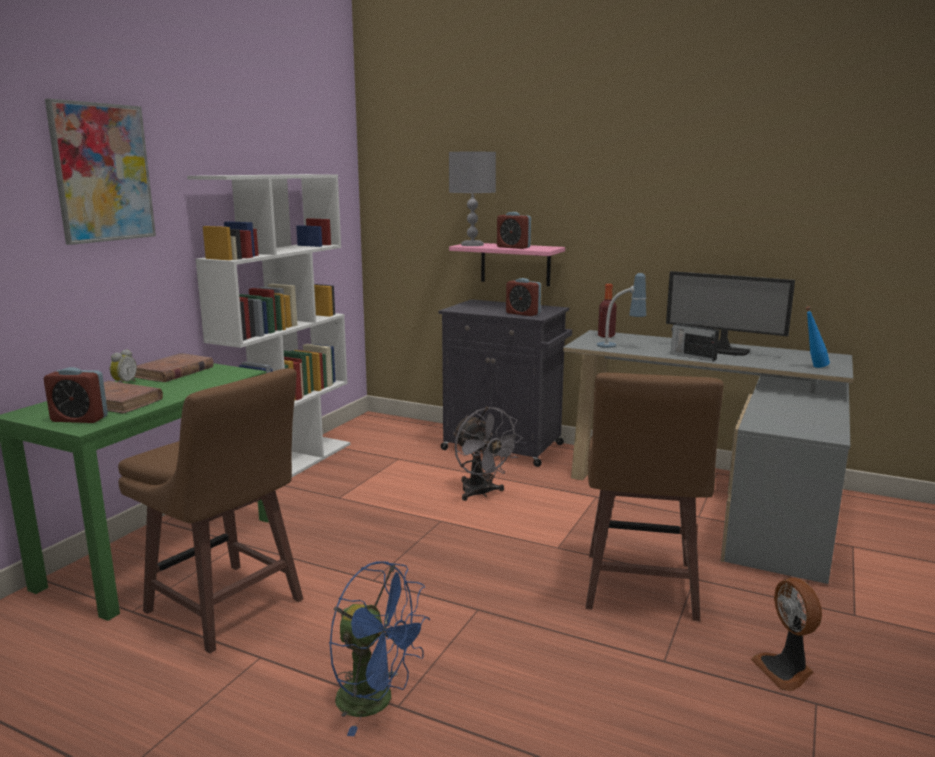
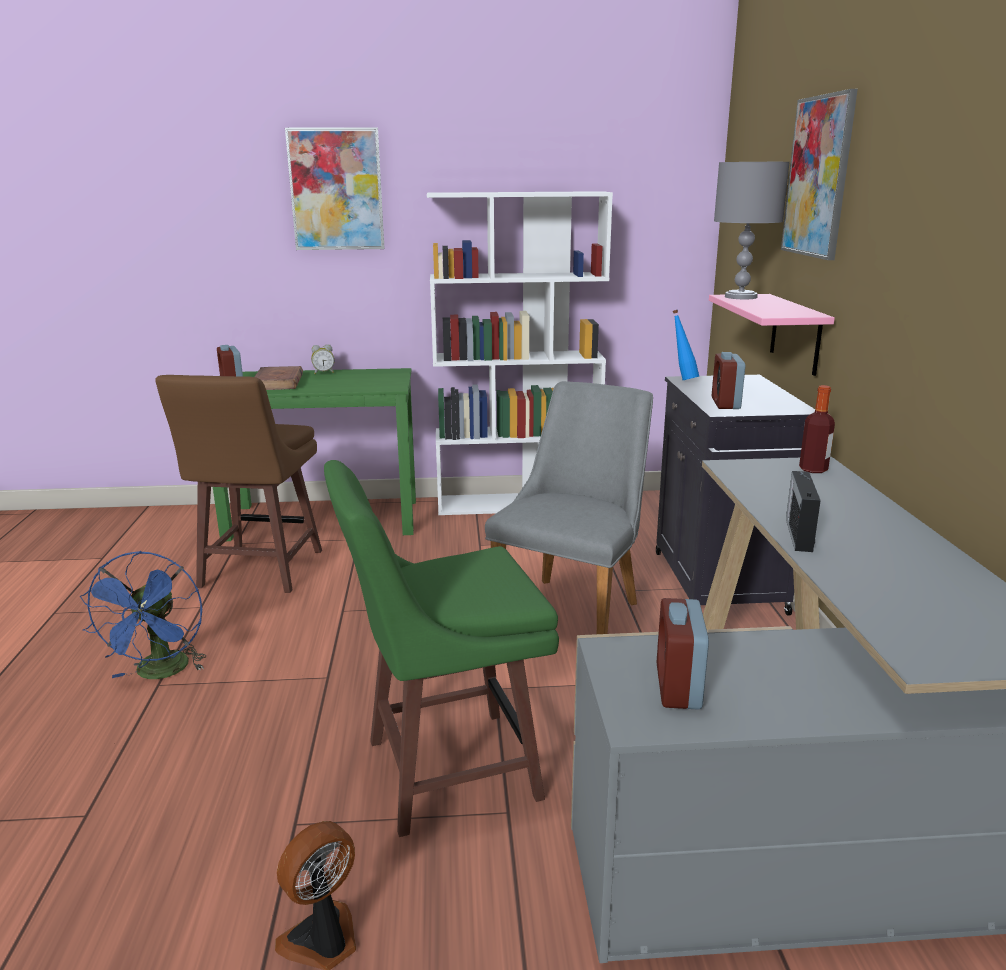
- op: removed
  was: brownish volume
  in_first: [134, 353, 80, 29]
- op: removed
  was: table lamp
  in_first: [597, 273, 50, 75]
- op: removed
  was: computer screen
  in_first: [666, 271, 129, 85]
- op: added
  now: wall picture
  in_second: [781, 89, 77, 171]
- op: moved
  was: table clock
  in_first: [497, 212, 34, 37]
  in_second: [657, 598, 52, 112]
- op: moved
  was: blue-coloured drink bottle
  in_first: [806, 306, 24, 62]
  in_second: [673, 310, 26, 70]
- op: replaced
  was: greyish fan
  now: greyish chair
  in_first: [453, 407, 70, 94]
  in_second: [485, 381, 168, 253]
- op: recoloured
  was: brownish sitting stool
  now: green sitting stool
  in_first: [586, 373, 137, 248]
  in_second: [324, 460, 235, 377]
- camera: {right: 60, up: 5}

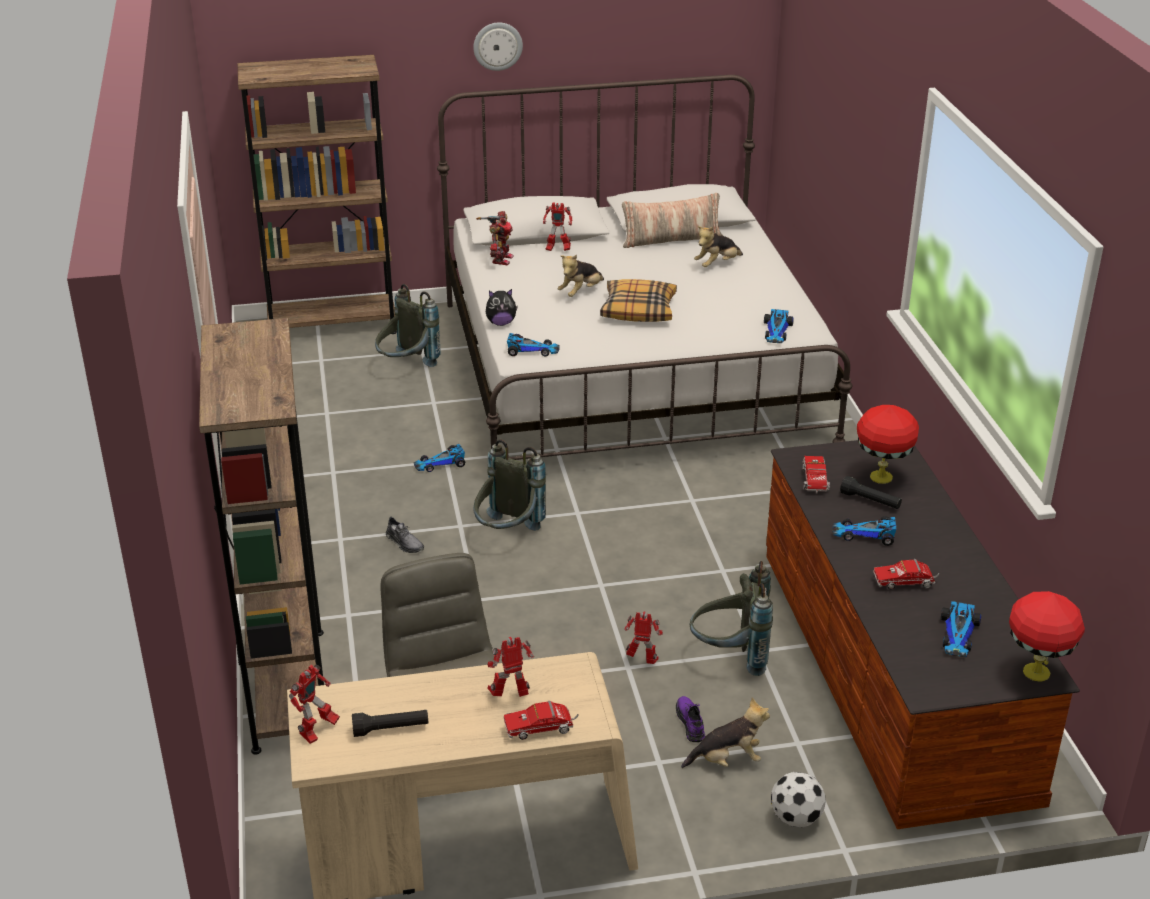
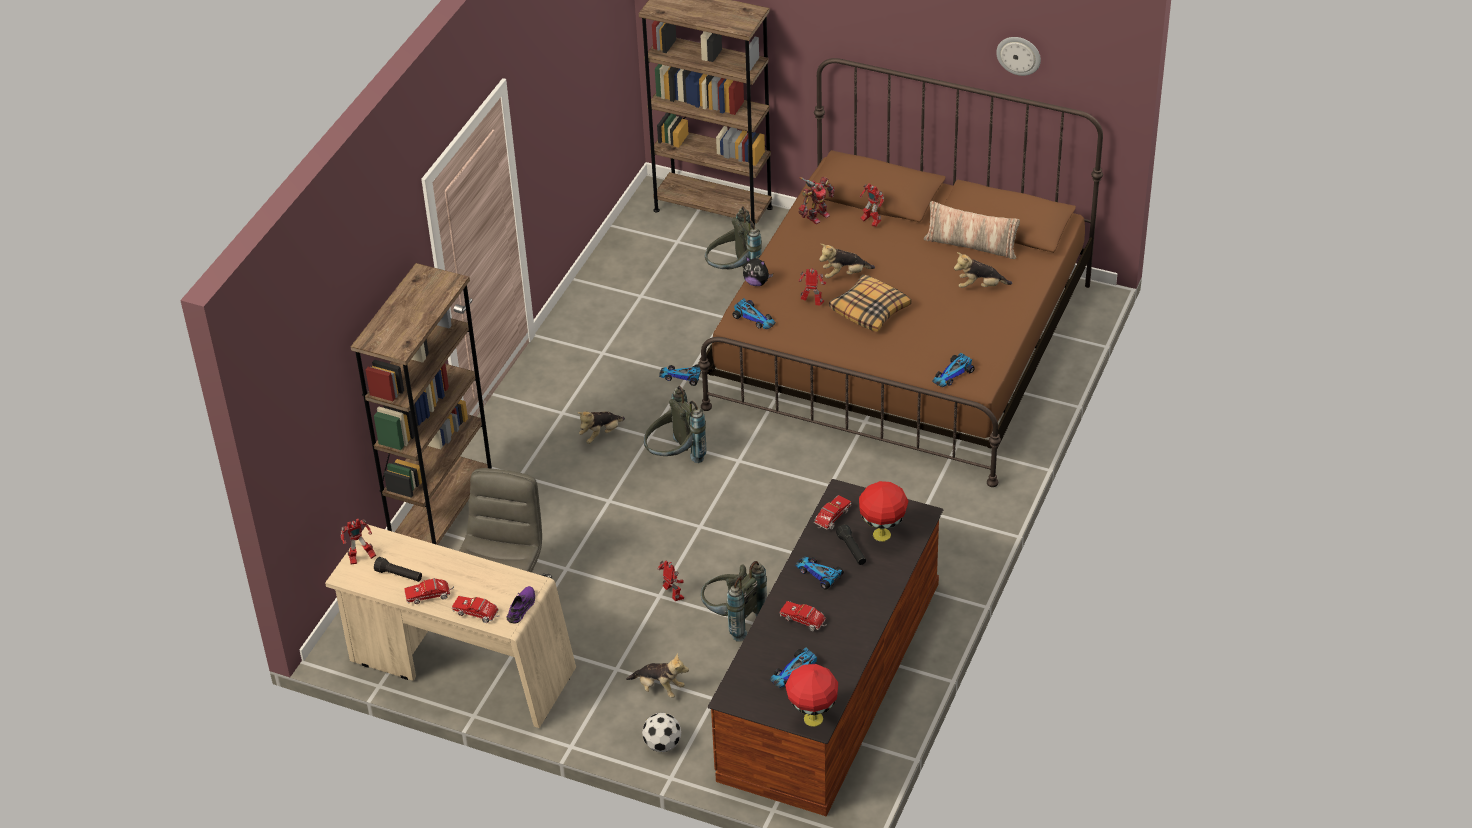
- op: added
  now: model truck
  in_second: [404, 578, 50, 26]
- op: moved
  was: hanging clock
  in_first: [473, 22, 50, 49]
  in_second: [996, 37, 45, 39]
- op: moved
  was: robot figure
  in_first: [487, 637, 47, 60]
  in_second: [799, 268, 27, 38]
- op: moved
  was: purple item of footwear
  in_first: [676, 696, 29, 46]
  in_second: [506, 586, 29, 38]
- op: replaced
  was: greyish item of footwear
  now: soft toy
  in_first: [386, 516, 38, 37]
  in_second: [578, 411, 47, 33]
- op: recoloured
  was: white sleeping bed
  now: brownish sleeping bed
  in_first: [437, 75, 415, 385]
  in_second: [698, 58, 405, 429]
- camera: {right: 35, up: 10}

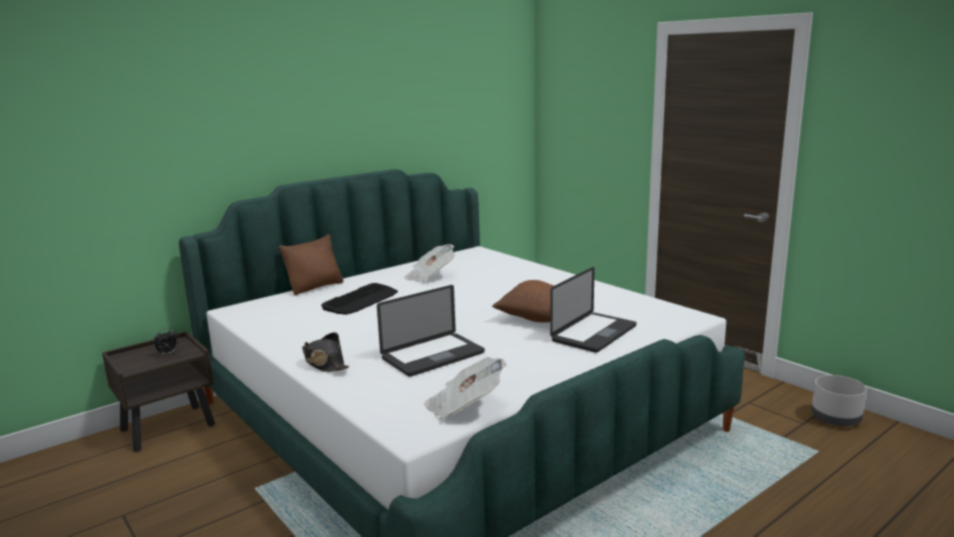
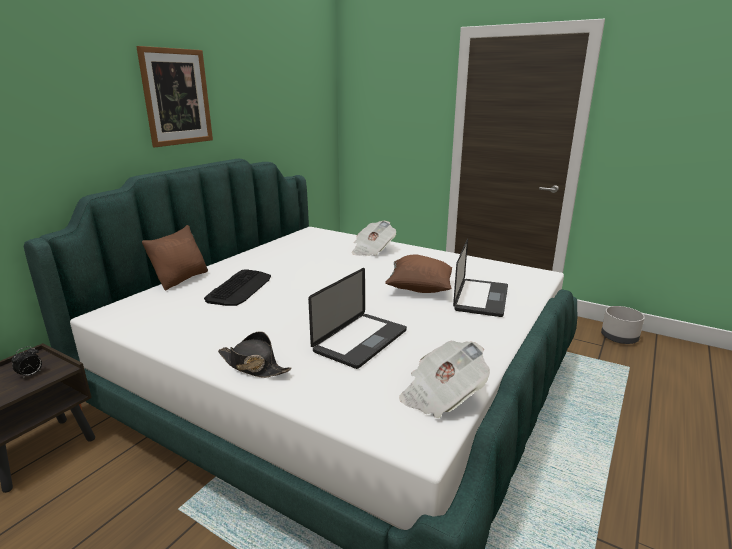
- op: added
  now: wall picture
  in_second: [136, 46, 77, 101]
- op: moved
  was: printed paper
  in_first: [404, 244, 51, 37]
  in_second: [352, 221, 44, 35]
- camera: {right: -20, up: 5}

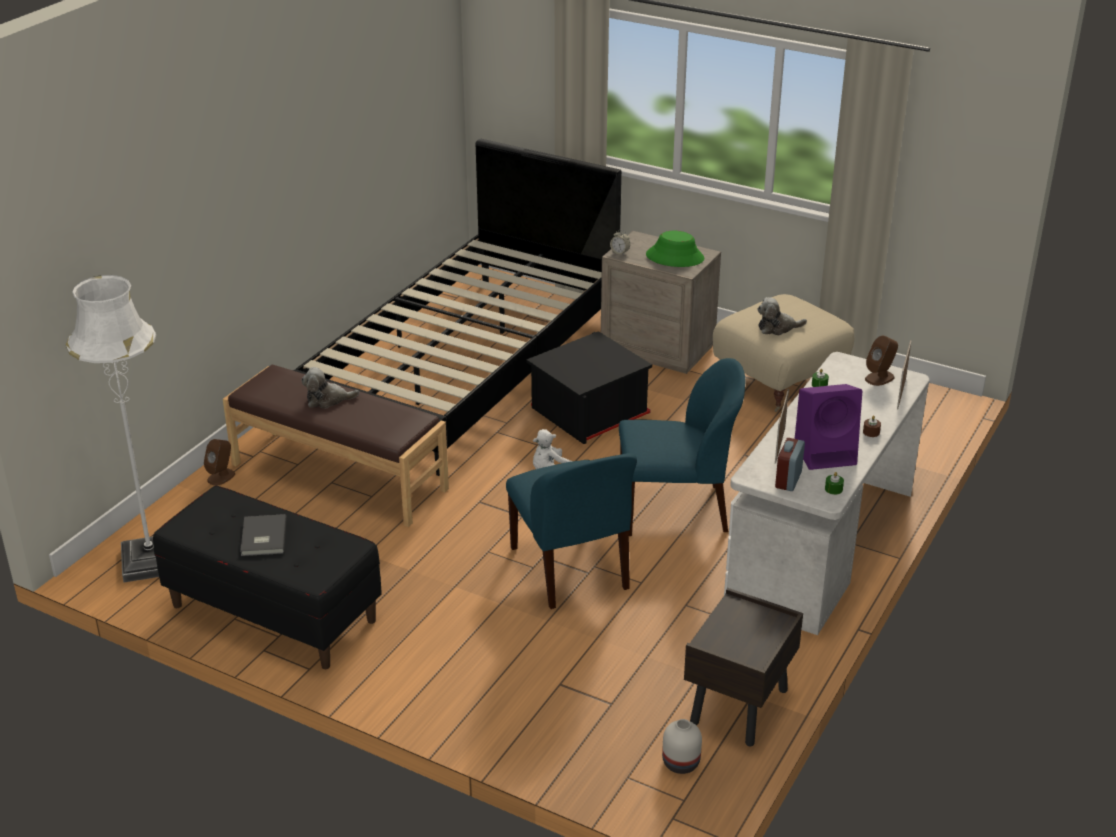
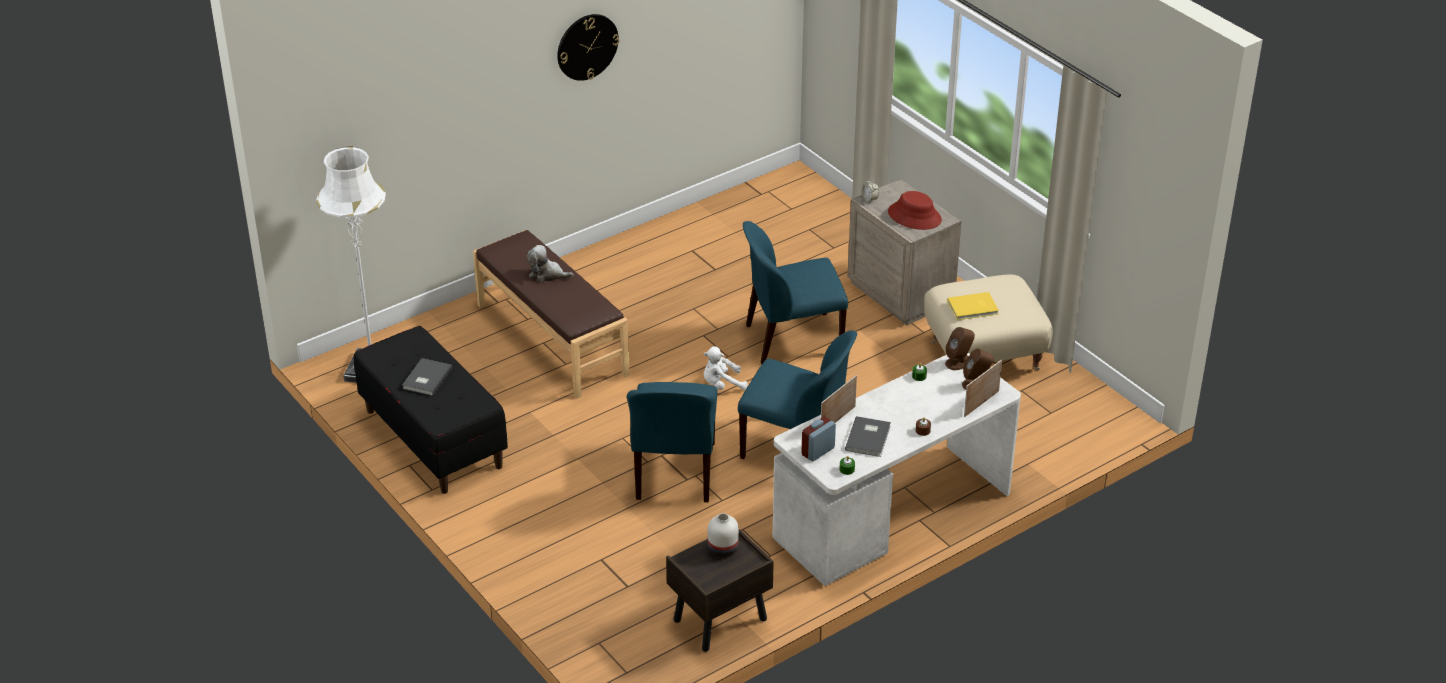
- op: removed
  was: black-coloured sleeping bed
  in_first: [293, 139, 329, 337]
- op: added
  now: hanging clock
  in_second: [557, 14, 62, 67]
- op: moved
  was: brownish audio speaker
  in_first: [204, 439, 31, 47]
  in_second: [945, 327, 30, 43]
- op: moved
  was: white vase
  in_first: [662, 719, 40, 55]
  in_second: [708, 513, 31, 44]
- op: replaced
  was: black-coloured storage bin
  now: blue-coloured chair
  in_first: [526, 331, 126, 113]
  in_second: [743, 221, 105, 144]
- op: replaced
  was: soft toy
  now: yellow volume
  in_first: [757, 297, 50, 38]
  in_second: [947, 292, 52, 28]
- op: replaced
  was: purple audio speaker
  now: greyish volume
  in_first: [795, 384, 67, 86]
  in_second: [845, 416, 46, 41]
- op: recoloured
  was: green clothing hat
  now: red-coloured clothing hat
  in_first: [646, 231, 58, 36]
  in_second: [888, 191, 54, 39]
- camera: {right: 25, up: 5}

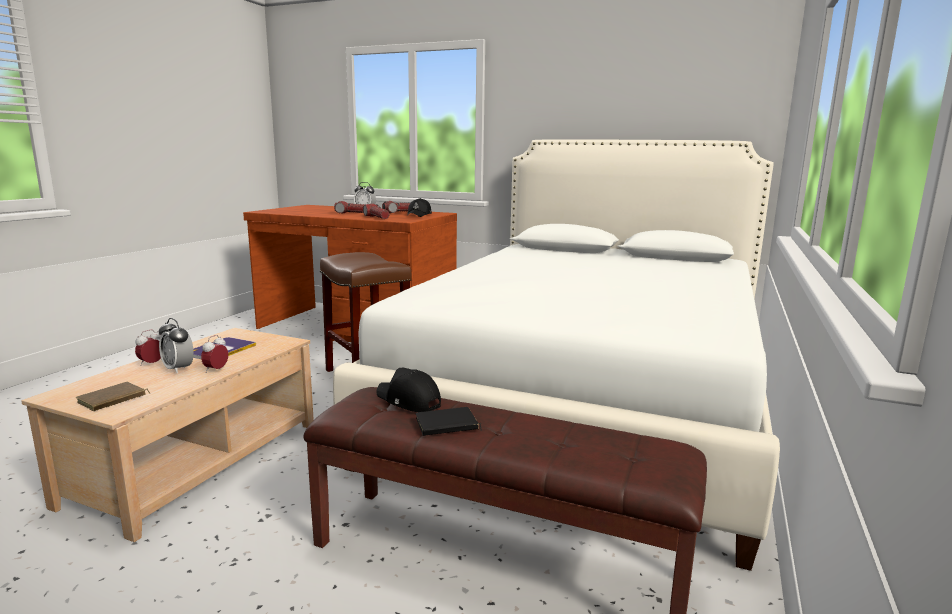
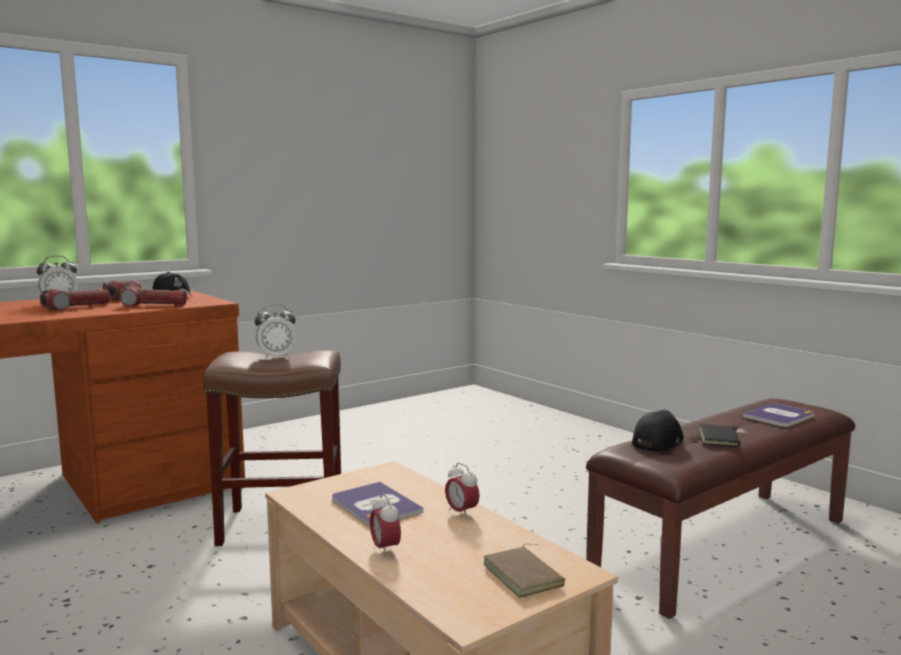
- op: removed
  was: white sleeping bed
  in_first: [333, 139, 447, 432]
- op: added
  now: volume
  in_second: [743, 403, 71, 24]
- op: moved
  was: table clock
  in_first: [159, 318, 35, 55]
  in_second: [255, 304, 41, 55]
- op: turned
  was: black-coloured peaked cap
  in_first: [377, 368, 64, 44]
  in_second: [632, 410, 52, 41]
  clockwise: 150
- camera: {right: -60, up: -5}

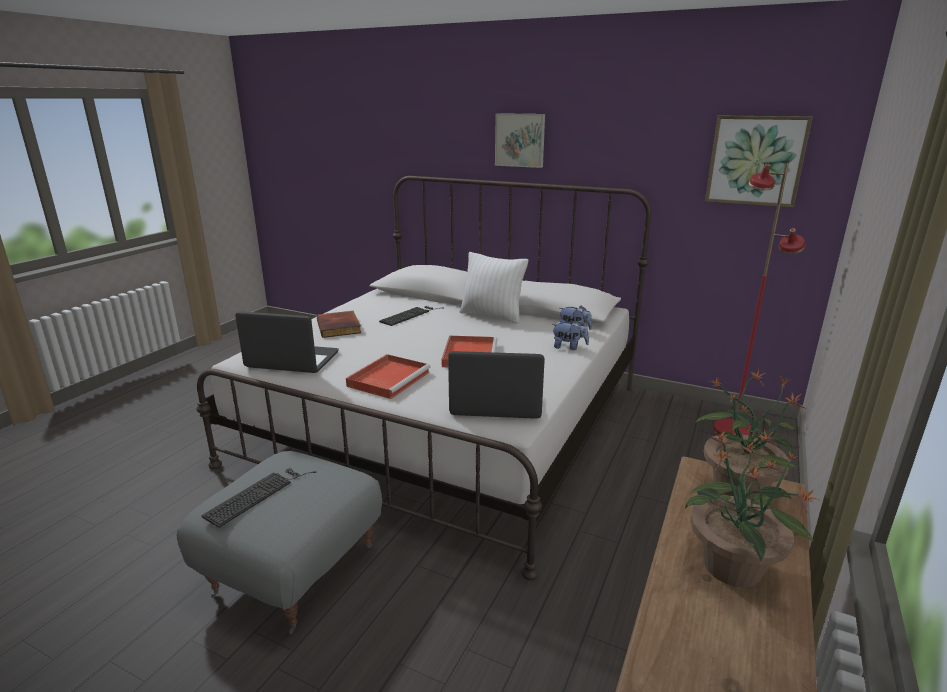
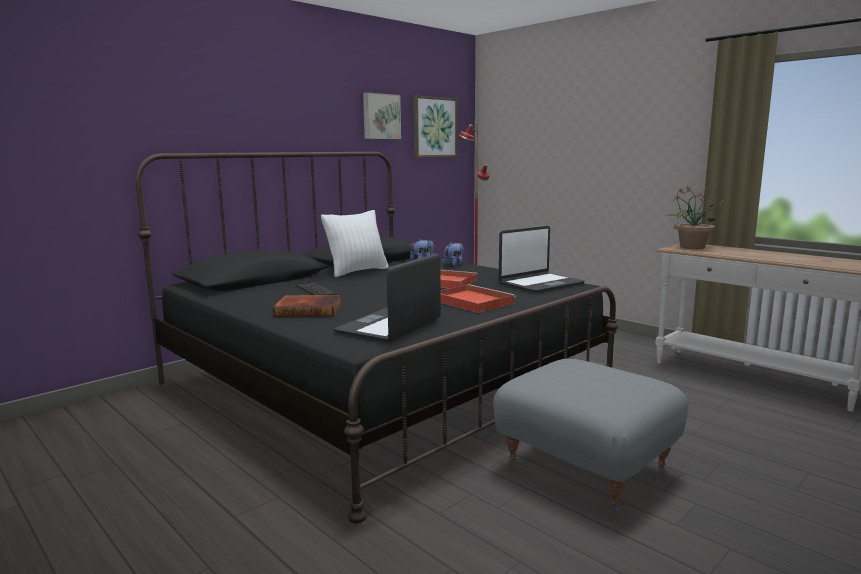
- op: removed
  was: computer keyboard
  in_first: [201, 469, 116, 59]
- op: removed
  was: plant in a pot
  in_first: [685, 431, 134, 156]
- op: moved
  was: wall picture
  in_first: [495, 113, 50, 55]
  in_second: [363, 92, 38, 47]
- op: recoloured
  was: white sleeping bed
  now: black-coloured sleeping bed
  in_first: [197, 176, 454, 404]
  in_second: [136, 152, 482, 371]
- op: turned
  was: laptop
  in_first: [448, 351, 97, 68]
  in_second: [499, 226, 86, 67]
  clockwise: -150
- camera: {right: -70, up: -10}

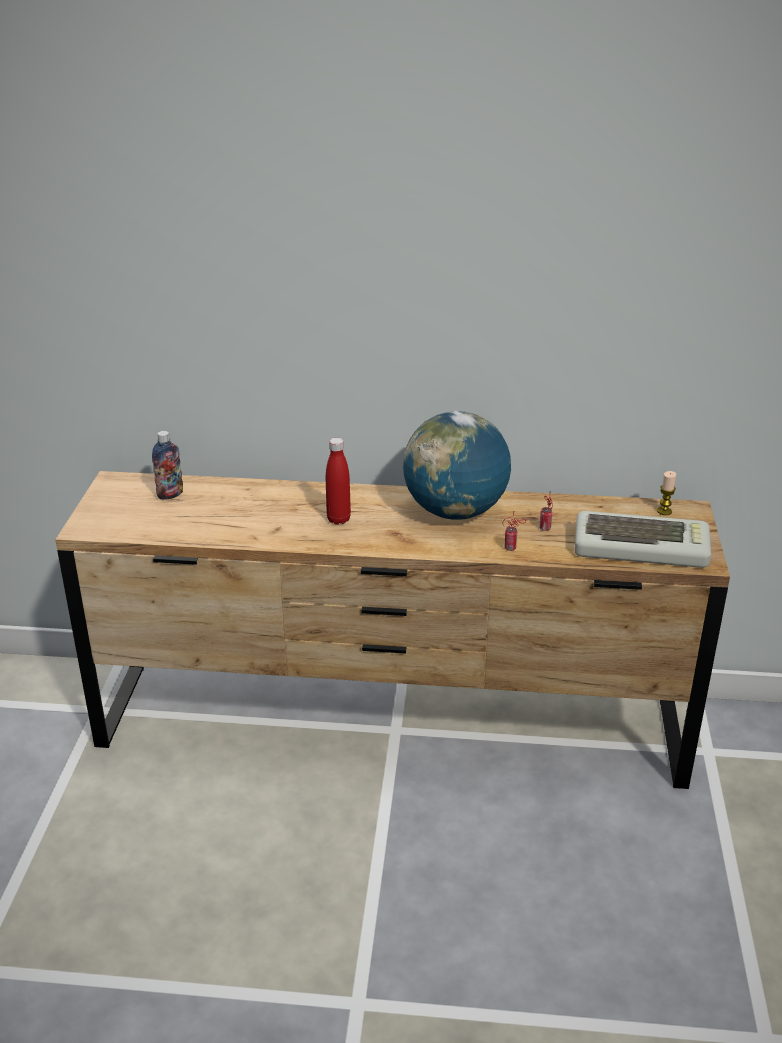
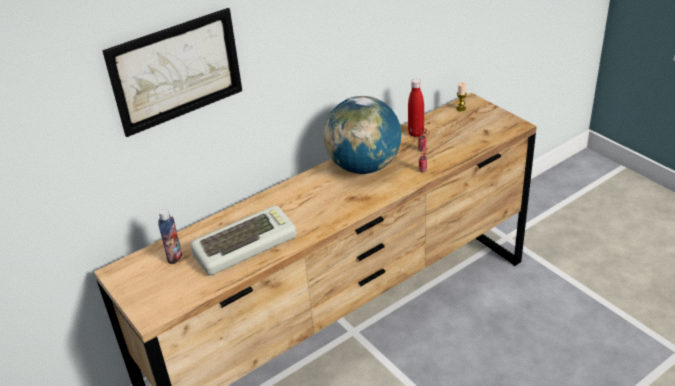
- op: added
  now: wall picture
  in_second: [102, 8, 140, 129]
- op: moved
  was: red-coloured drink bottle
  in_first: [326, 438, 25, 86]
  in_second: [408, 79, 16, 58]
- op: moved
  was: computer keyboard
  in_first: [574, 511, 137, 57]
  in_second: [191, 205, 106, 70]
- camera: {right: -40, up: 5}

